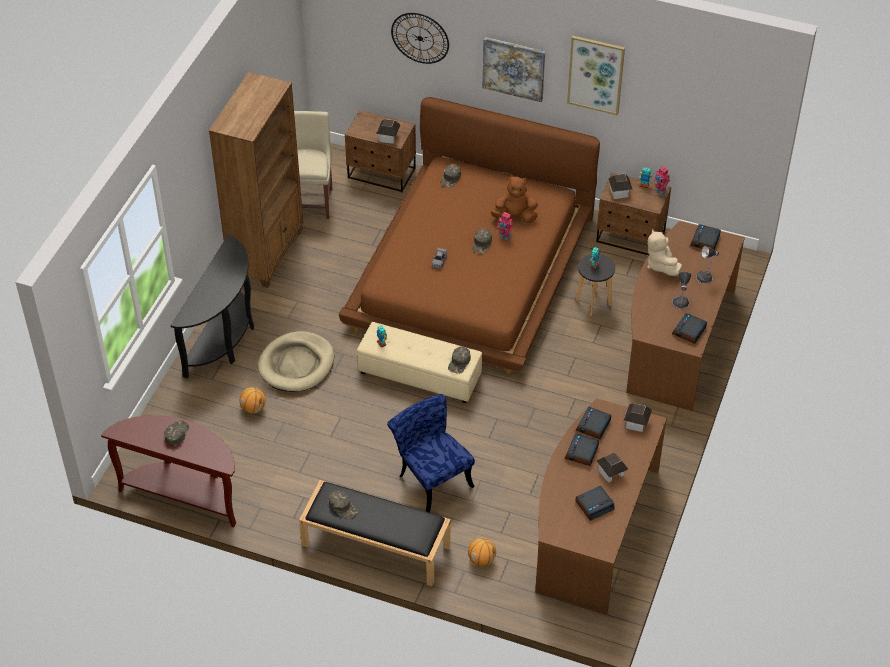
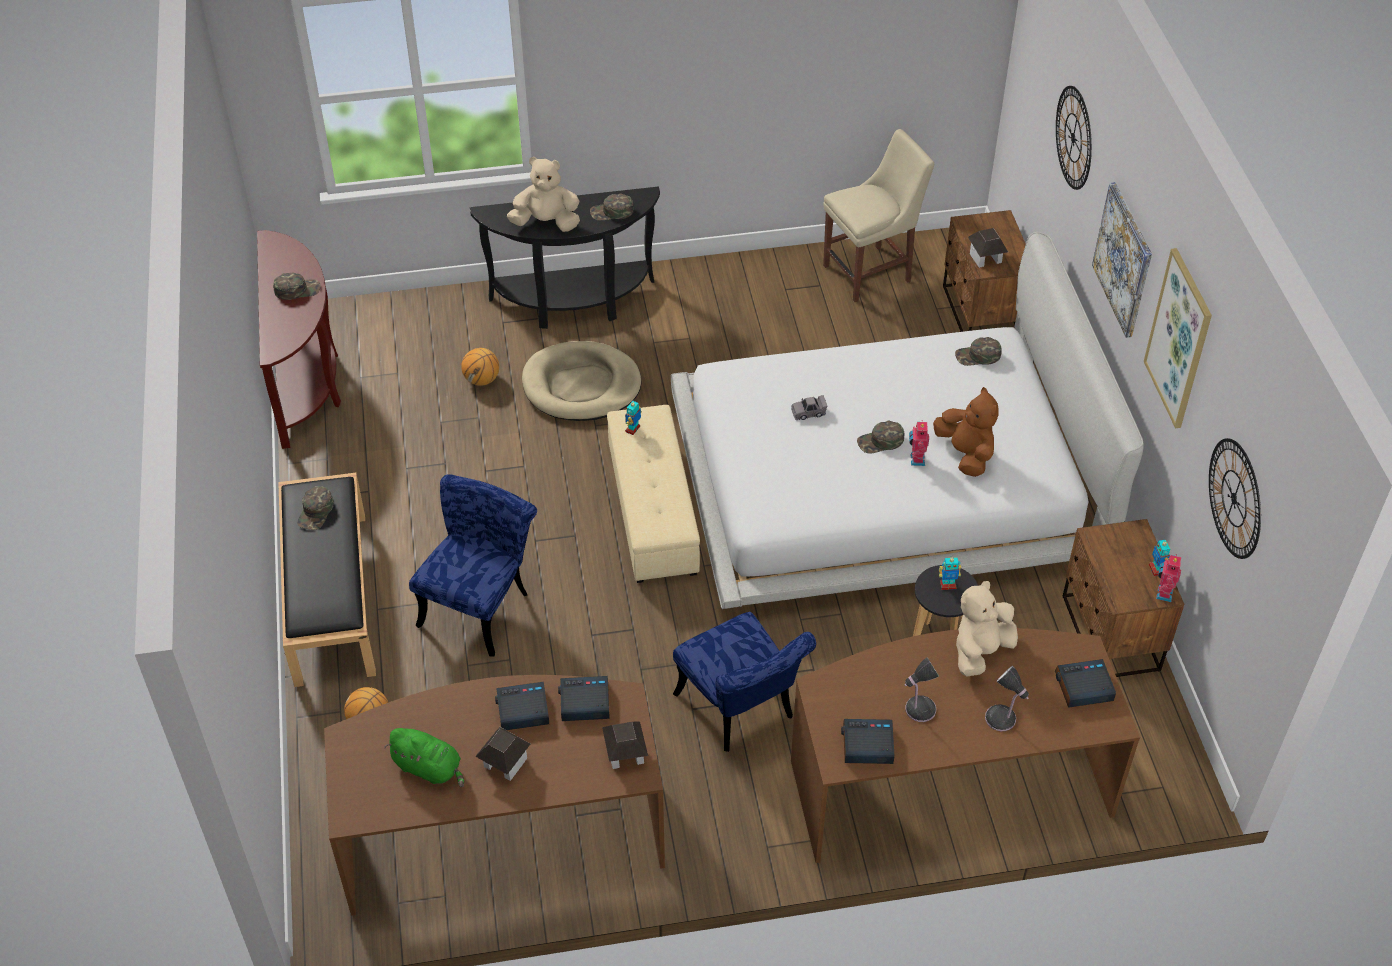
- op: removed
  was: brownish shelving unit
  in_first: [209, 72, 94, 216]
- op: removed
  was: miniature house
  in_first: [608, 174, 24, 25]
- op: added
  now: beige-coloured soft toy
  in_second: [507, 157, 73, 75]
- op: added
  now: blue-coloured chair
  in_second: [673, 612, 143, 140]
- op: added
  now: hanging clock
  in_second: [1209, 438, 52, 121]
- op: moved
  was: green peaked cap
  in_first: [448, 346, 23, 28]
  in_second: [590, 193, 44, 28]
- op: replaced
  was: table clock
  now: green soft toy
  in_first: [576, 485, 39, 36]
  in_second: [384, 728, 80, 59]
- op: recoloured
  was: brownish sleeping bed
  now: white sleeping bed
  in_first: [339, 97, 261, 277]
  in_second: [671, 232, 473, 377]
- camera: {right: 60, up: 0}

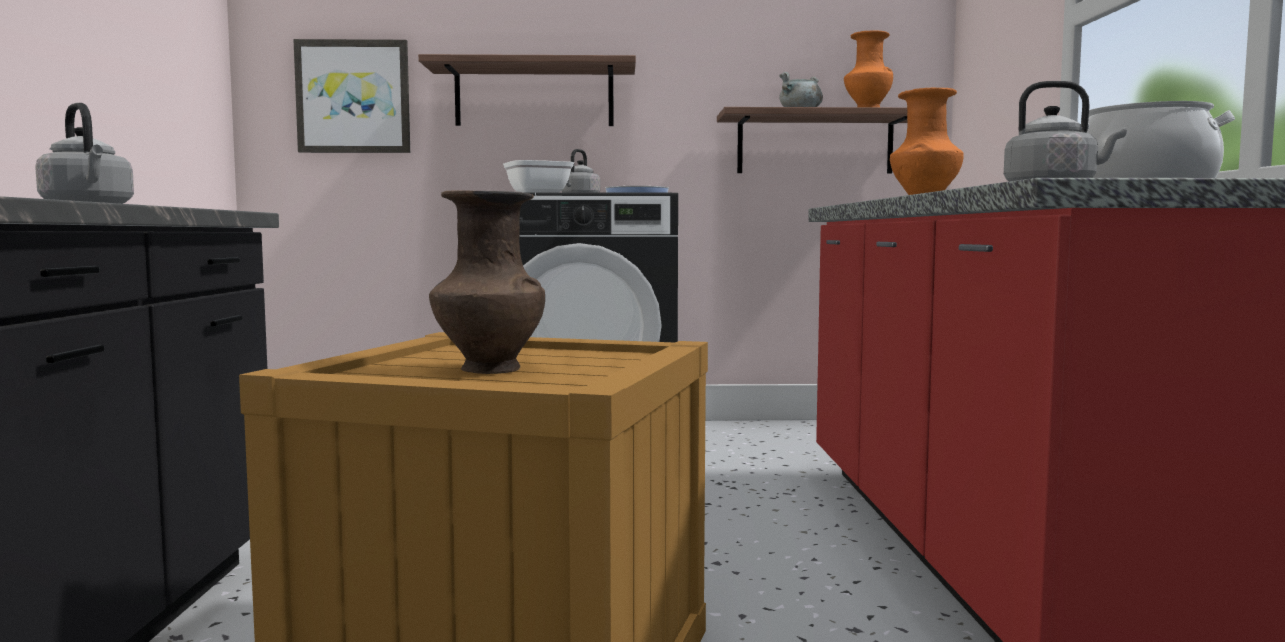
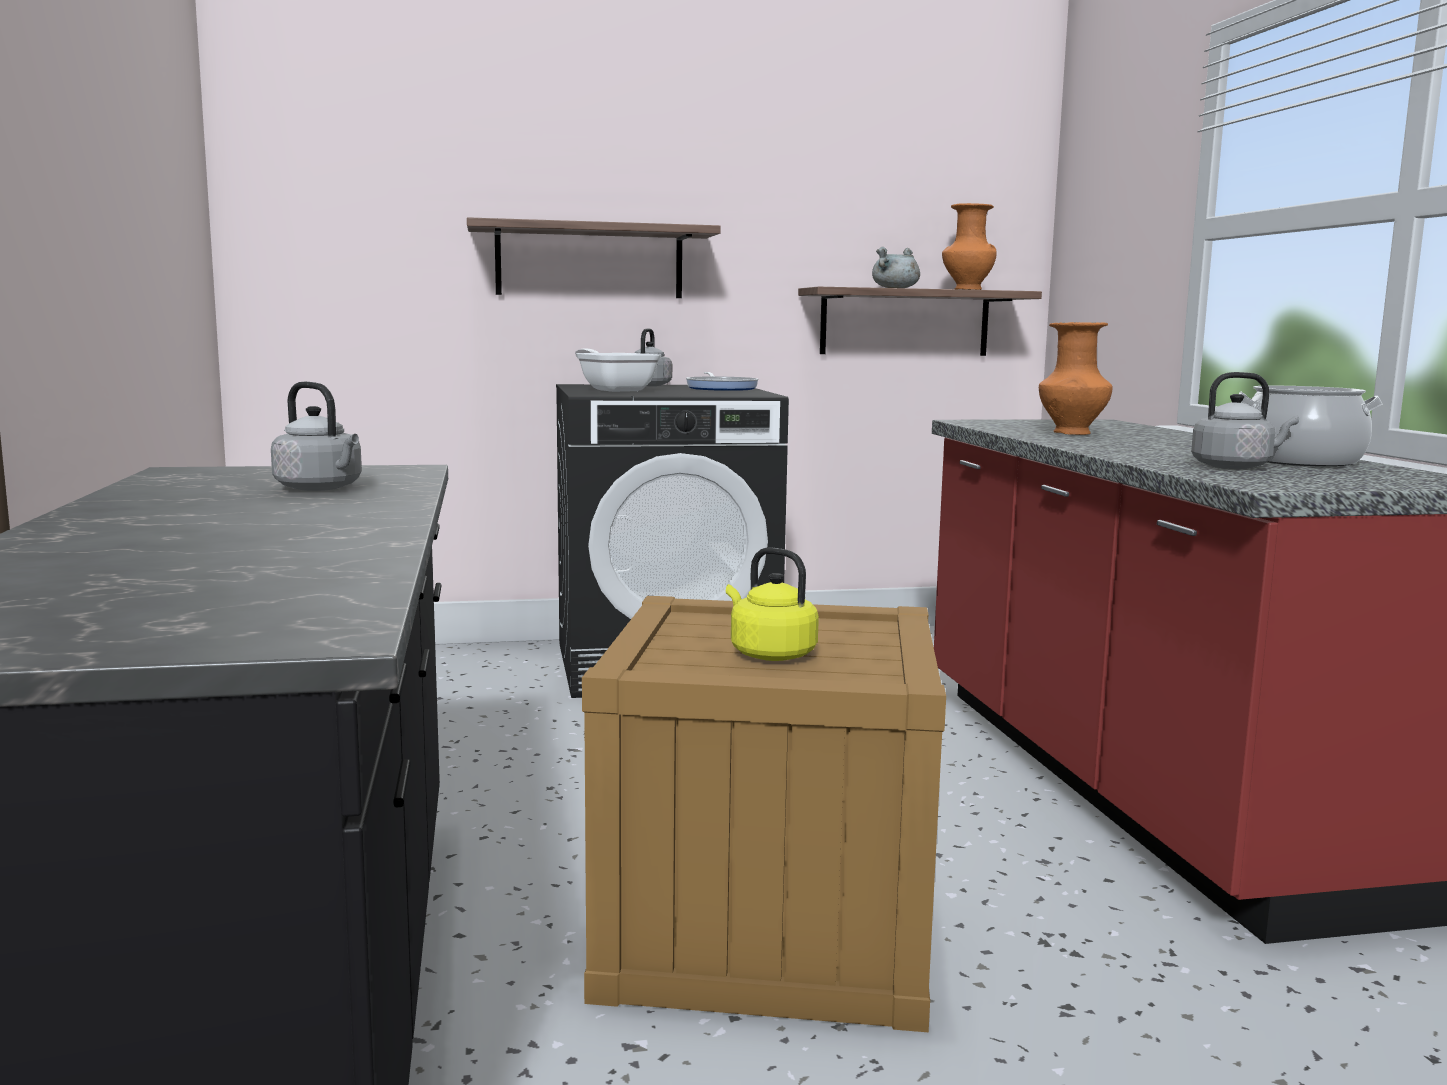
- op: removed
  was: wall picture
  in_first: [293, 39, 117, 114]
- op: replaced
  was: brownish vase
  now: yellow water kettle
  in_first: [429, 190, 116, 184]
  in_second: [726, 547, 93, 114]
- camera: {right: -10, up: 5}

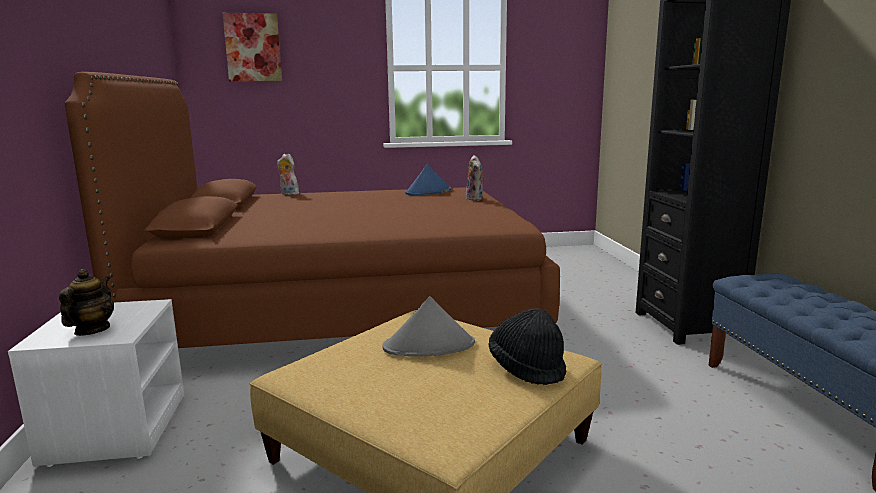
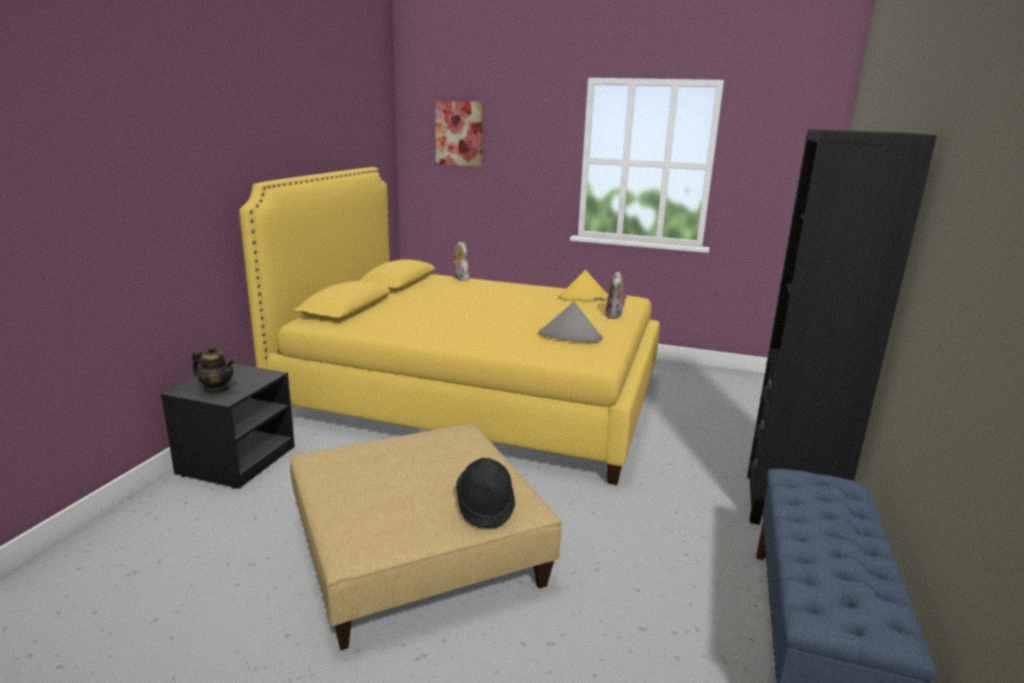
- op: moved
  was: greyish clothing hat
  in_first: [382, 296, 93, 61]
  in_second: [539, 302, 64, 40]
- op: recoloured
  was: white bedside table
  now: black-coloured bedside table
  in_first: [8, 299, 176, 168]
  in_second: [161, 362, 134, 127]
- op: recoloured
  was: brownish sleeping bed
  now: yellow sleeping bed
  in_first: [65, 72, 495, 276]
  in_second: [239, 167, 421, 318]
- op: recoloured
  was: blue-coloured clothing hat
  now: yellow clothing hat
  in_first: [405, 164, 46, 31]
  in_second: [559, 270, 49, 32]
- op: turned
  was: pot for tea
  in_first: [59, 269, 55, 67]
  in_second: [192, 345, 43, 48]
  clockwise: 75
- camera: {right: 25, up: 5}

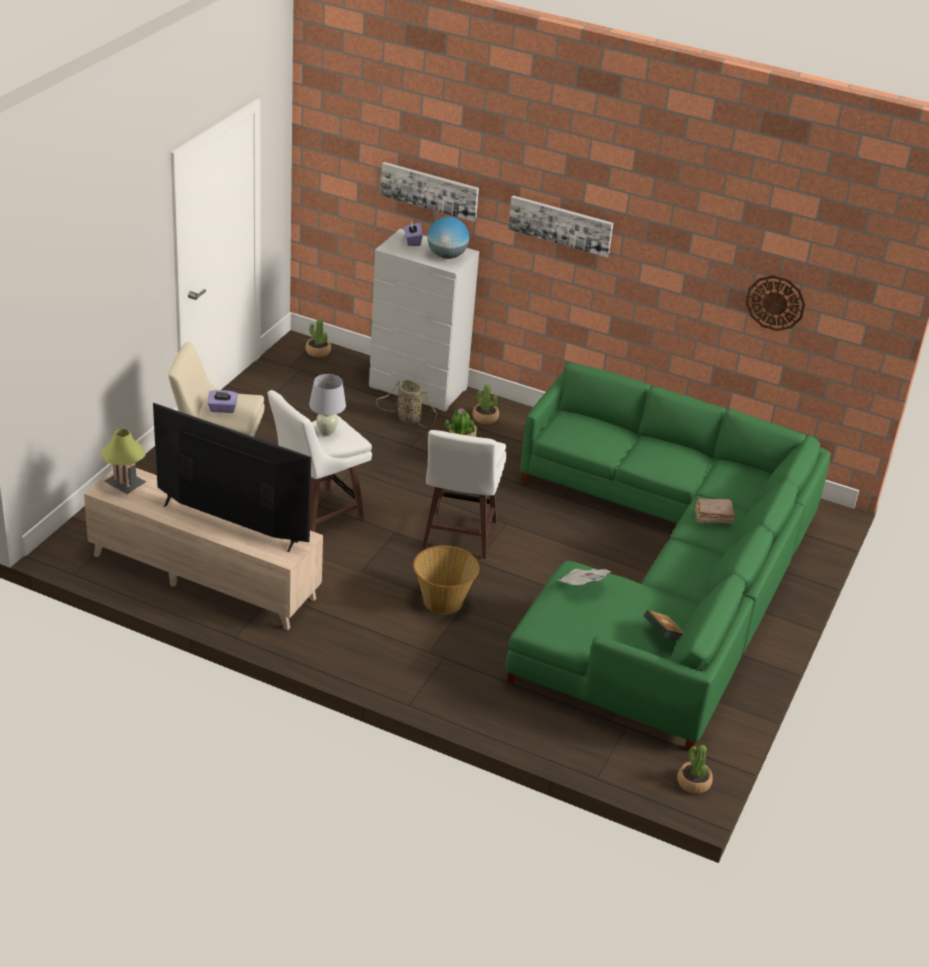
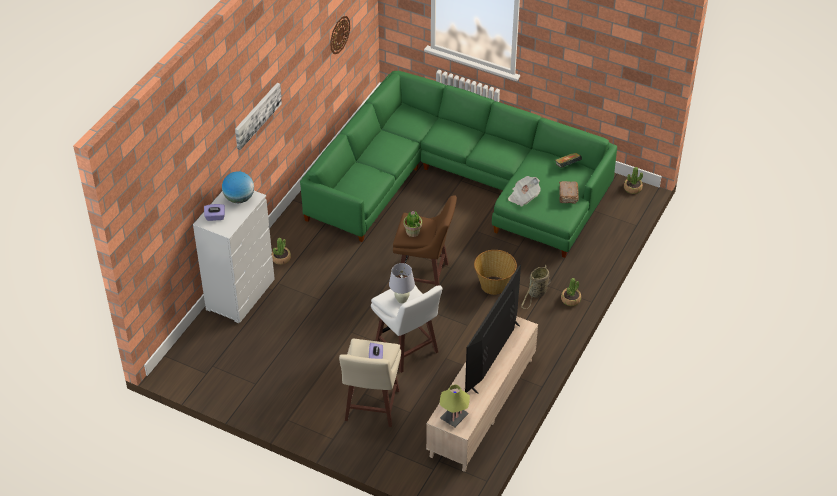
- op: removed
  was: wall picture
  in_first: [381, 162, 98, 60]
- op: moved
  was: plant in a pot
  in_first: [306, 319, 25, 38]
  in_second: [561, 278, 20, 28]
- op: moved
  was: basket
  in_first: [376, 379, 62, 48]
  in_second: [521, 265, 29, 44]
- op: moved
  was: brownish volume
  in_first: [695, 498, 40, 26]
  in_second: [559, 181, 20, 23]
- op: recoloured
  was: white sitting stool
  now: brownish sitting stool
  in_first: [422, 430, 85, 129]
  in_second: [393, 195, 64, 91]
- camera: {right: -85, up: 10}

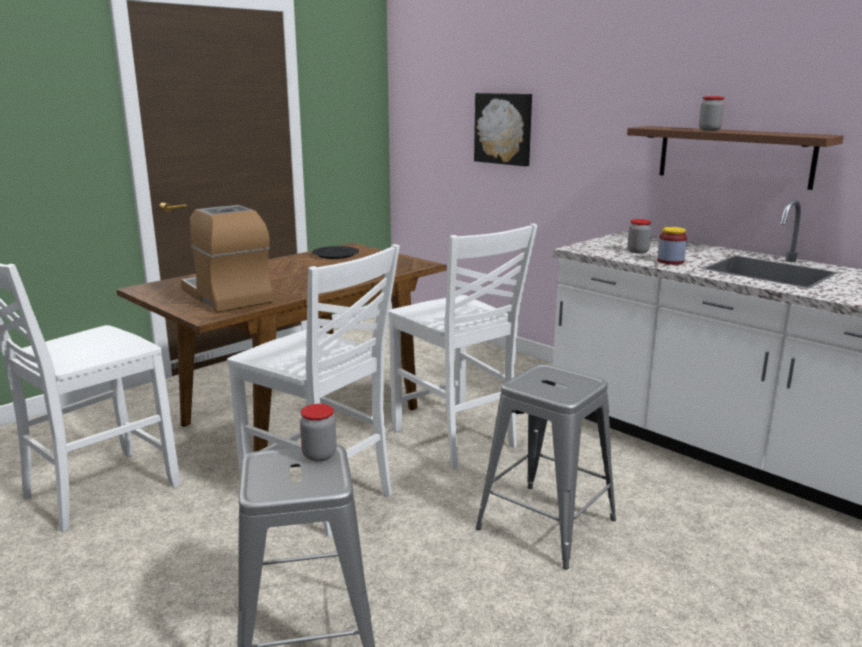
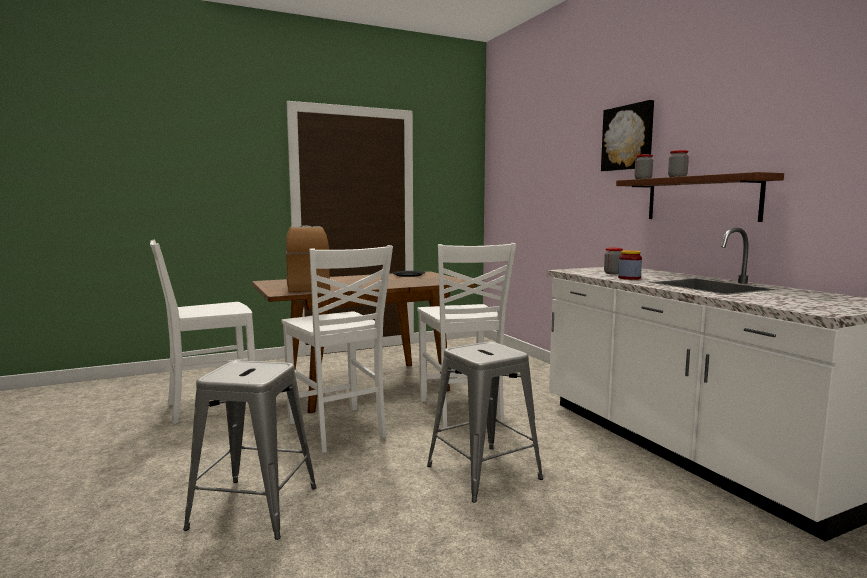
- op: moved
  was: jar
  in_first: [300, 404, 37, 57]
  in_second: [635, 154, 18, 25]
- op: moved
  was: wall picture
  in_first: [474, 93, 58, 73]
  in_second: [601, 100, 53, 71]
- camera: {right: 20, up: -10}

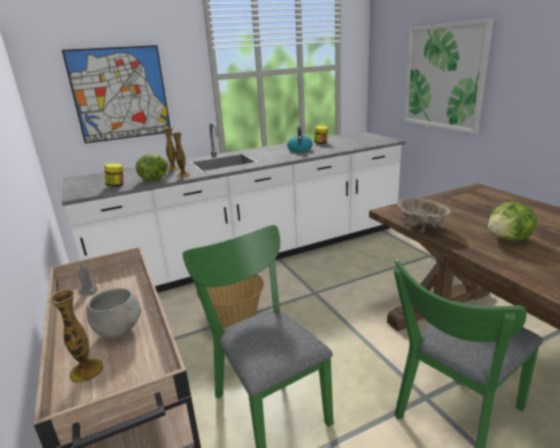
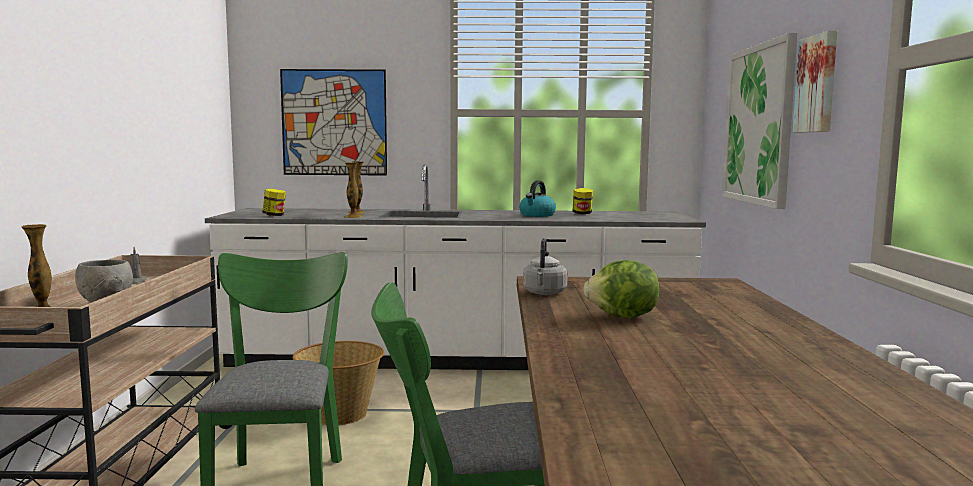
- op: removed
  was: lettuce head
  in_first: [136, 154, 32, 27]
- op: added
  now: wall picture
  in_second: [793, 30, 44, 103]
- op: replaced
  was: beige-coloured deep dish
  now: greyish water kettle
  in_first: [398, 197, 54, 36]
  in_second: [523, 238, 45, 57]
- camera: {right: 25, up: -15}

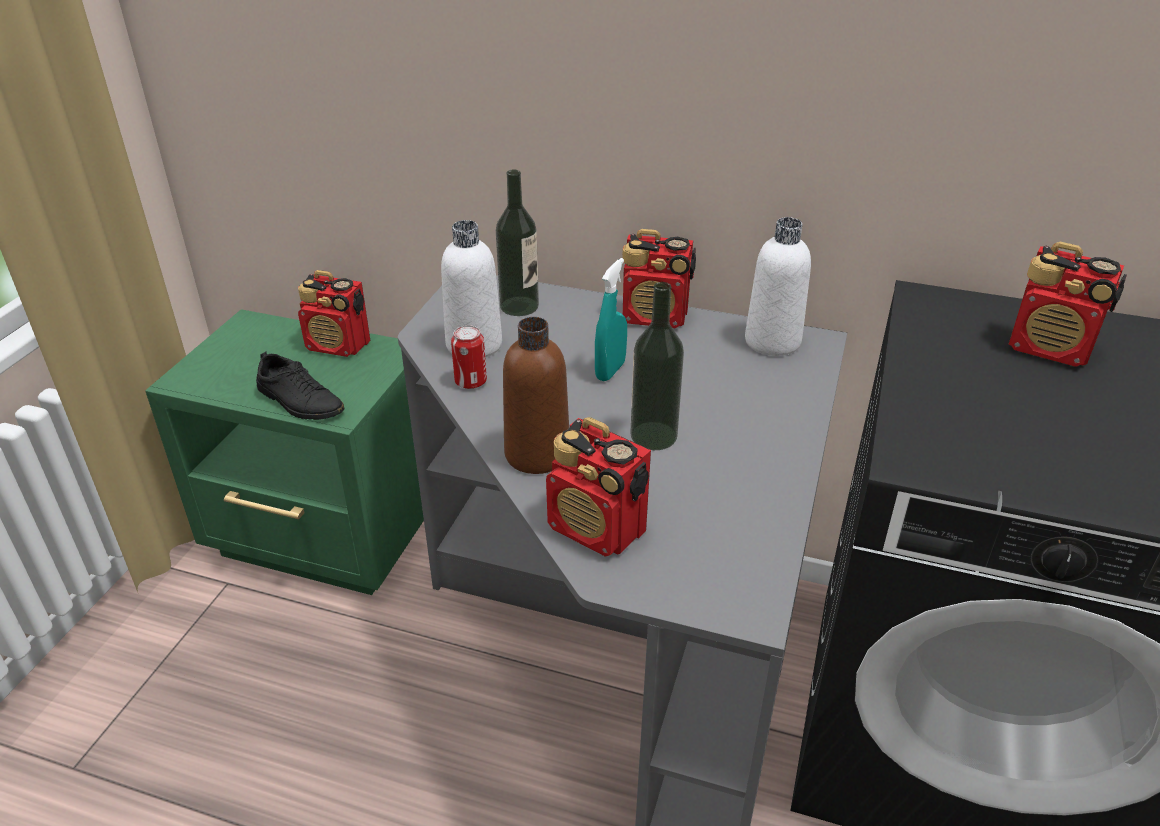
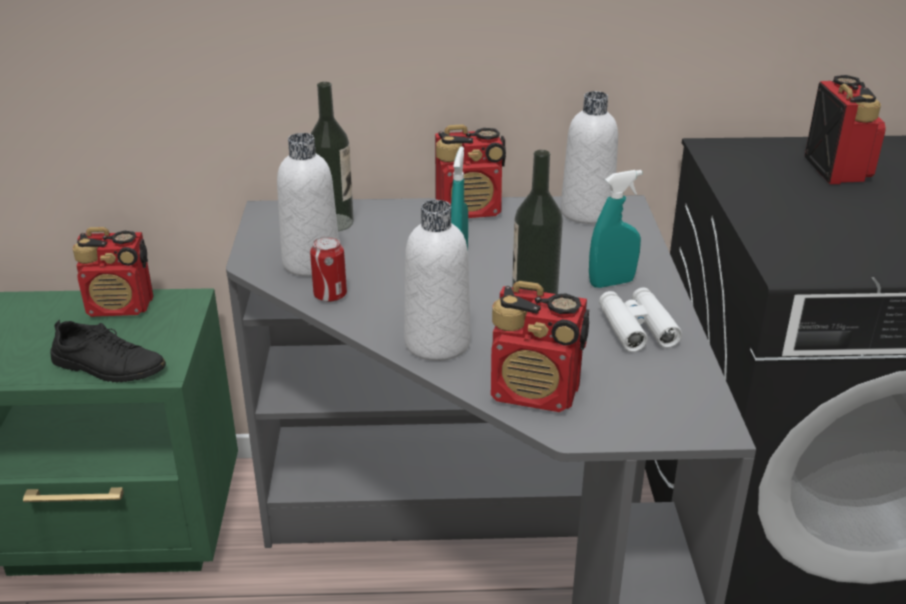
- op: added
  now: turquoise sprayer
  in_second: [589, 170, 53, 118]
- op: added
  now: white field glasses
  in_second: [599, 288, 83, 64]
- op: recoloured
  was: brownish drink bottle
  now: white drink bottle
  in_first: [503, 317, 66, 157]
  in_second: [404, 200, 67, 161]
- op: turned
  was: radio set
  in_first: [1008, 242, 119, 125]
  in_second: [804, 75, 82, 109]
  clockwise: -105
- camera: {right: -20, up: -5}

